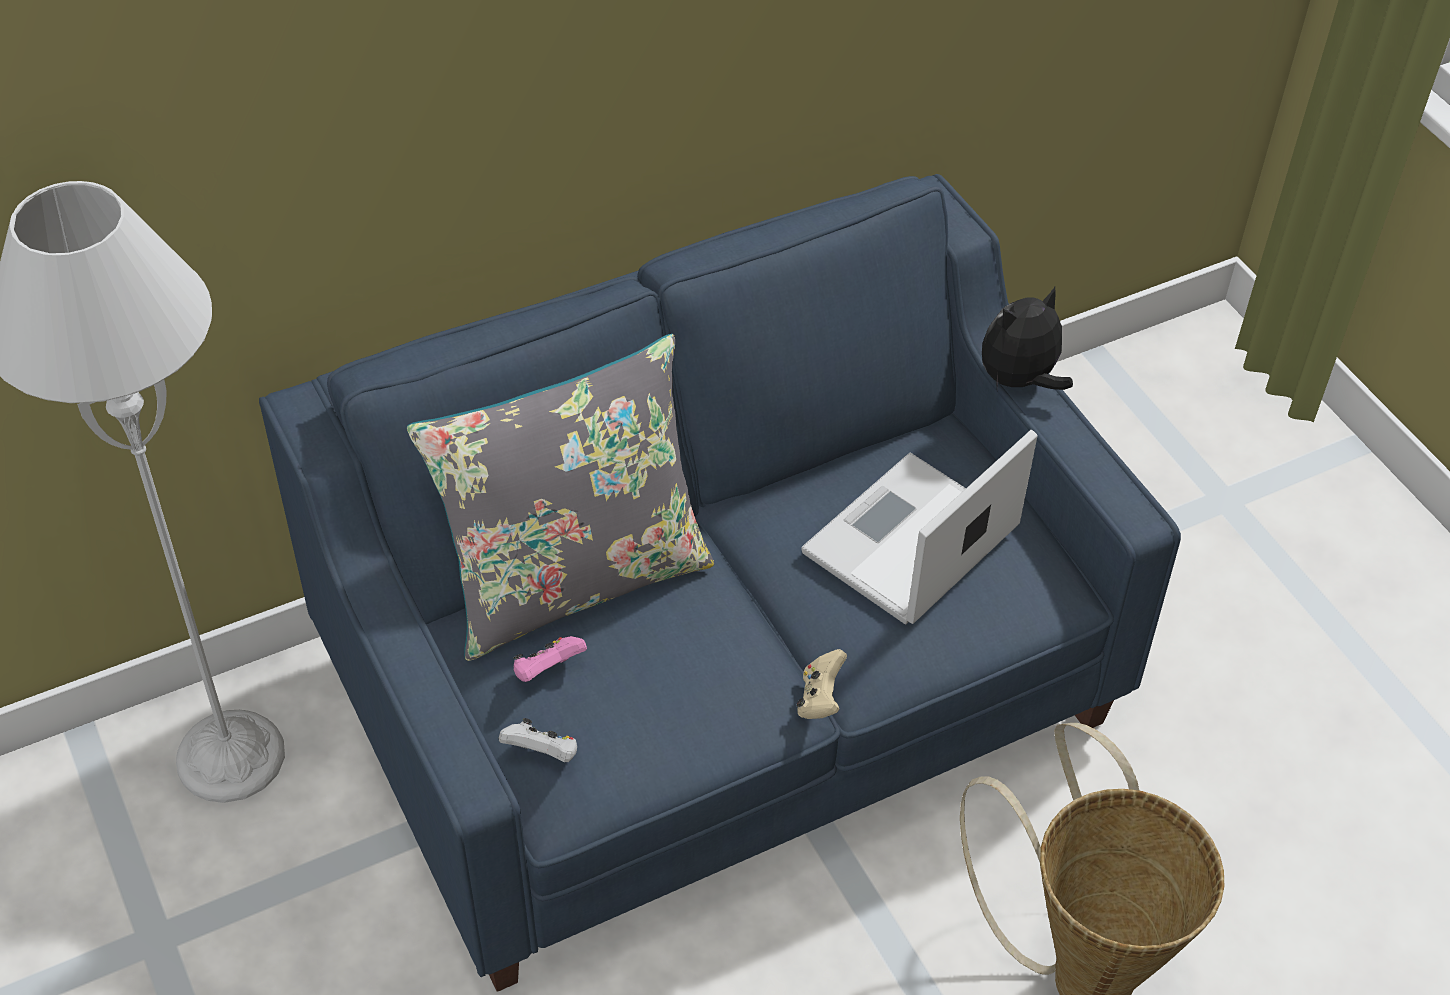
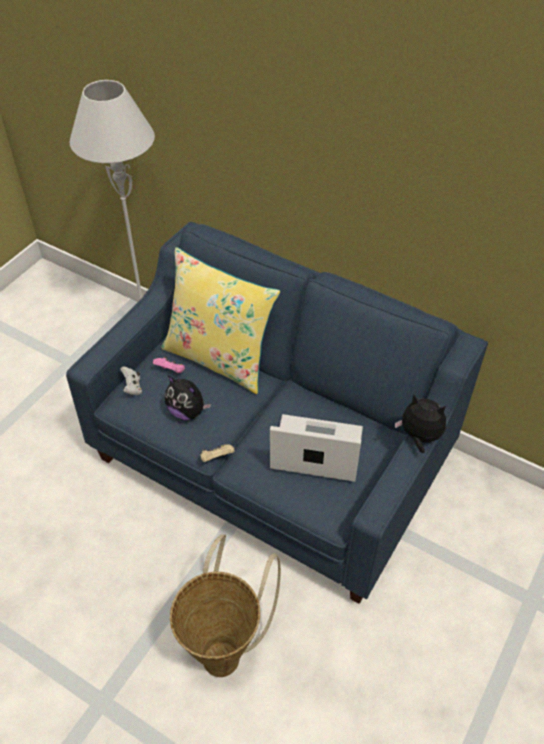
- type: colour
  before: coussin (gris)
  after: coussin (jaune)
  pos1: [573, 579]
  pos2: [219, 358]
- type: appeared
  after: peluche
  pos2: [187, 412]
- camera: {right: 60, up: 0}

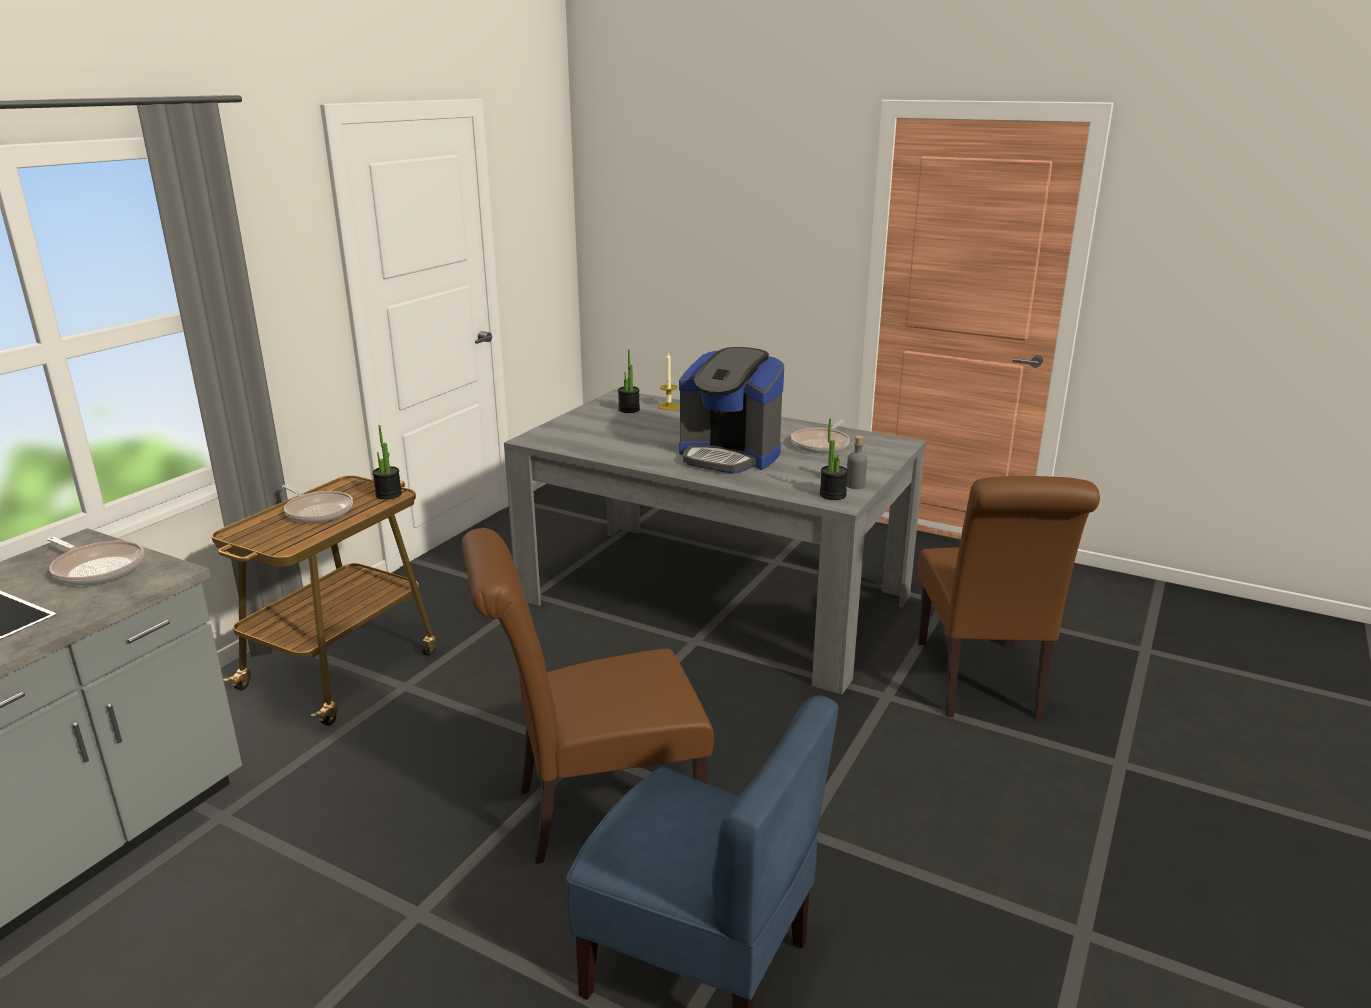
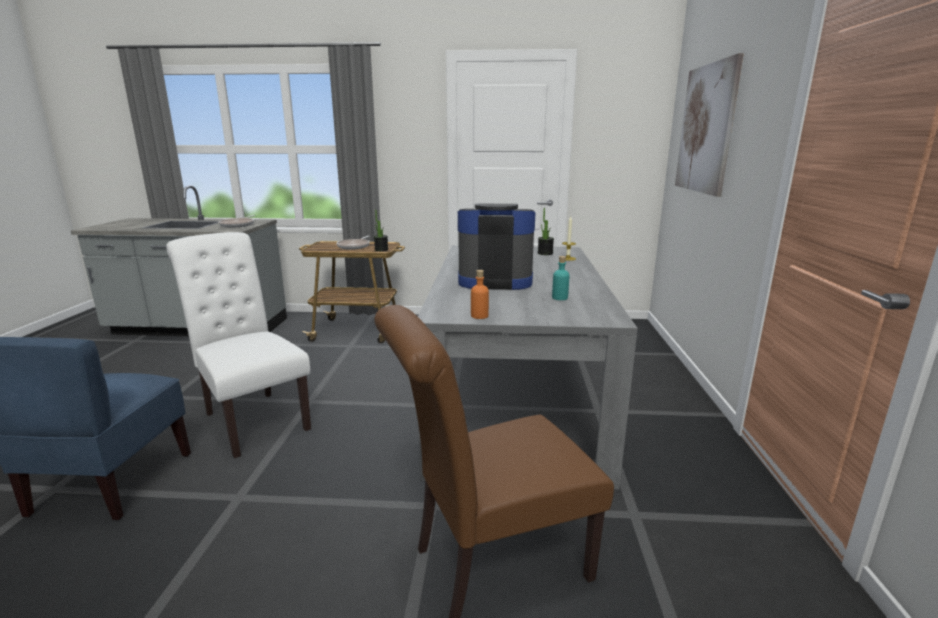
- type: spun
  before: machine à café
  pos1: [729, 455]
  pos2: [494, 280]
  turn: 90
- type: exchanged
  before: poêle
  after: bouteille (turquoise)
  pos1: [821, 444]
  pos2: [559, 298]
- type: missing
  before: plante en pot
  pos1: [832, 495]
- type: colour
  before: bouteille (gris)
  after: bouteille (orange)
  pos1: [855, 485]
  pos2: [479, 316]
- type: colour
  before: chaise (marron)
  after: chaise (blanc)
  pos1: [595, 811]
  pos2: [253, 418]
- type: appeared
  after: tableau
  pos2: [706, 129]
- camera: {right: 65, up: -5}

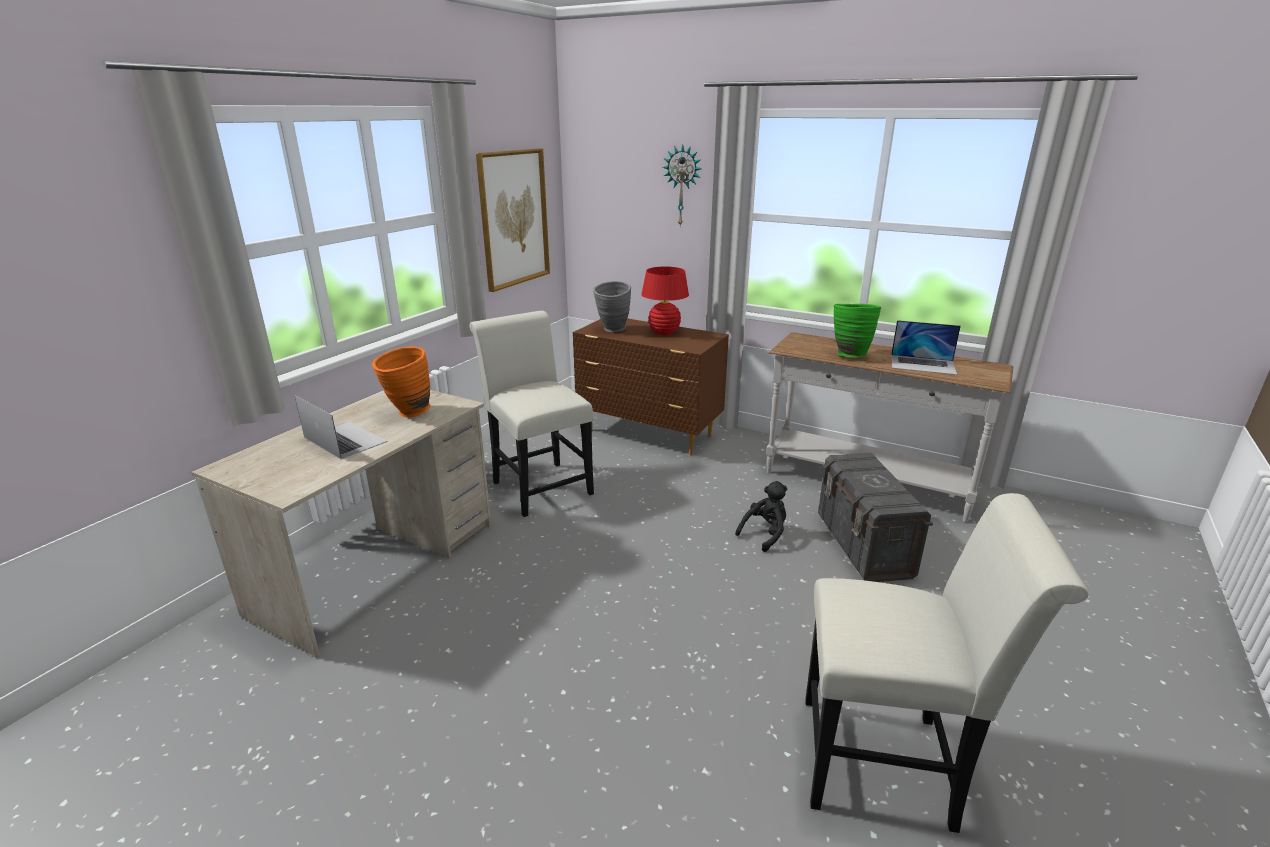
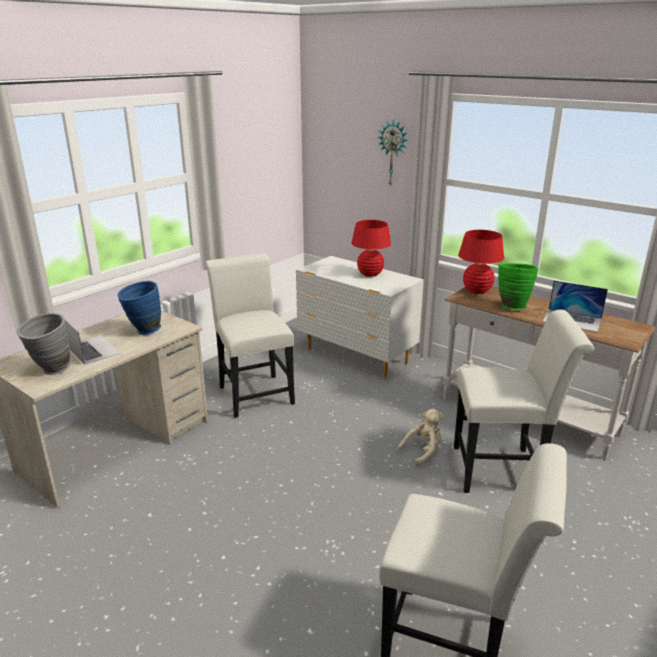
- type: missing
  before: tableau
  pos1: [514, 218]
- type: relocated
  before: vase (gris)
  pos1: [613, 330]
  pos2: [51, 371]
- type: colour
  before: commode (marron)
  after: commode (blanc)
  pos1: [650, 434]
  pos2: [357, 356]
- type: colour
  before: vase (orange)
  after: vase (bleu)
  pos1: [407, 414]
  pos2: [143, 332]
- type: exchanged
  before: boîte de rangement (gris)
  after: chaise (blanc)
  pos1: [863, 545]
  pos2: [503, 470]
- type: colour
  before: peluche (noir)
  after: peluche (beige)
  pos1: [765, 534]
  pos2: [423, 451]
- type: appeared
  after: lampe de table (rouge)
  pos2: [477, 291]
- camera: {right: 10, up: 0}

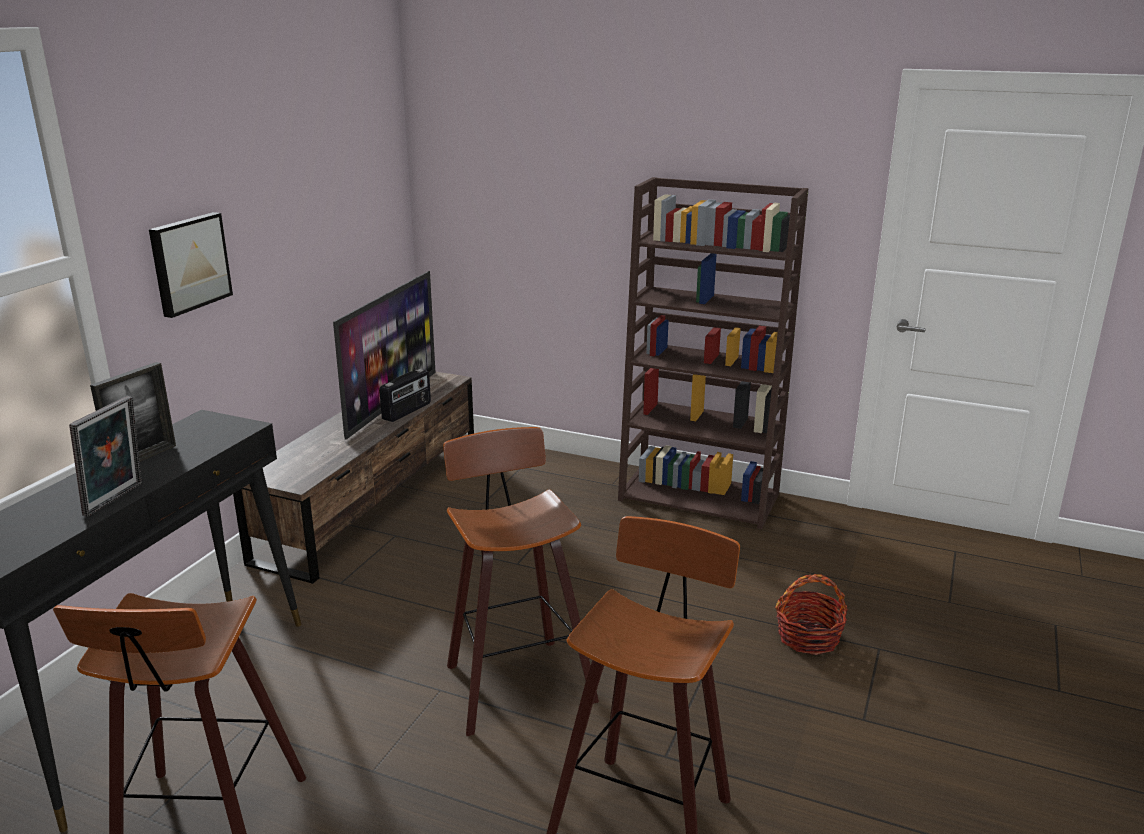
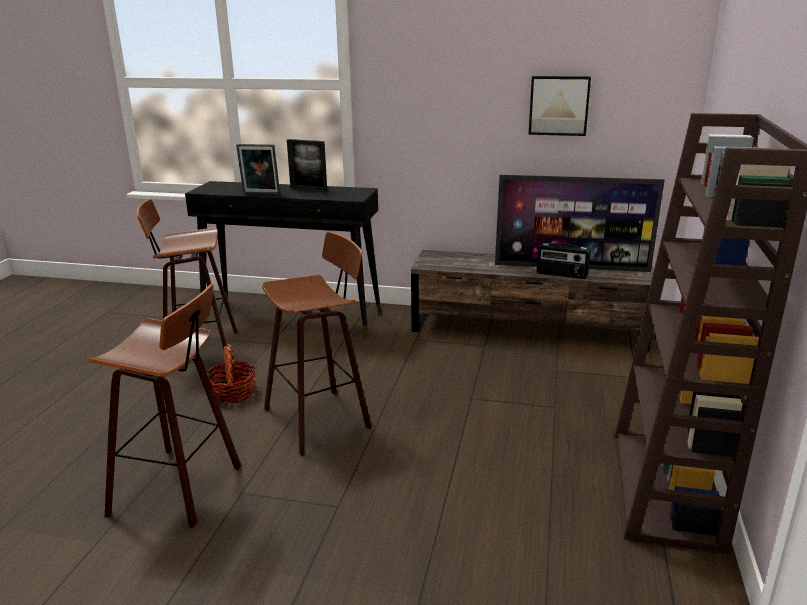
- type: relocated
  before: tableau
  pos1: [189, 263]
  pos2: [559, 105]
- type: relocated
  before: panier
  pos1: [808, 637]
  pos2: [233, 393]
- camera: {right: 80, up: 0}

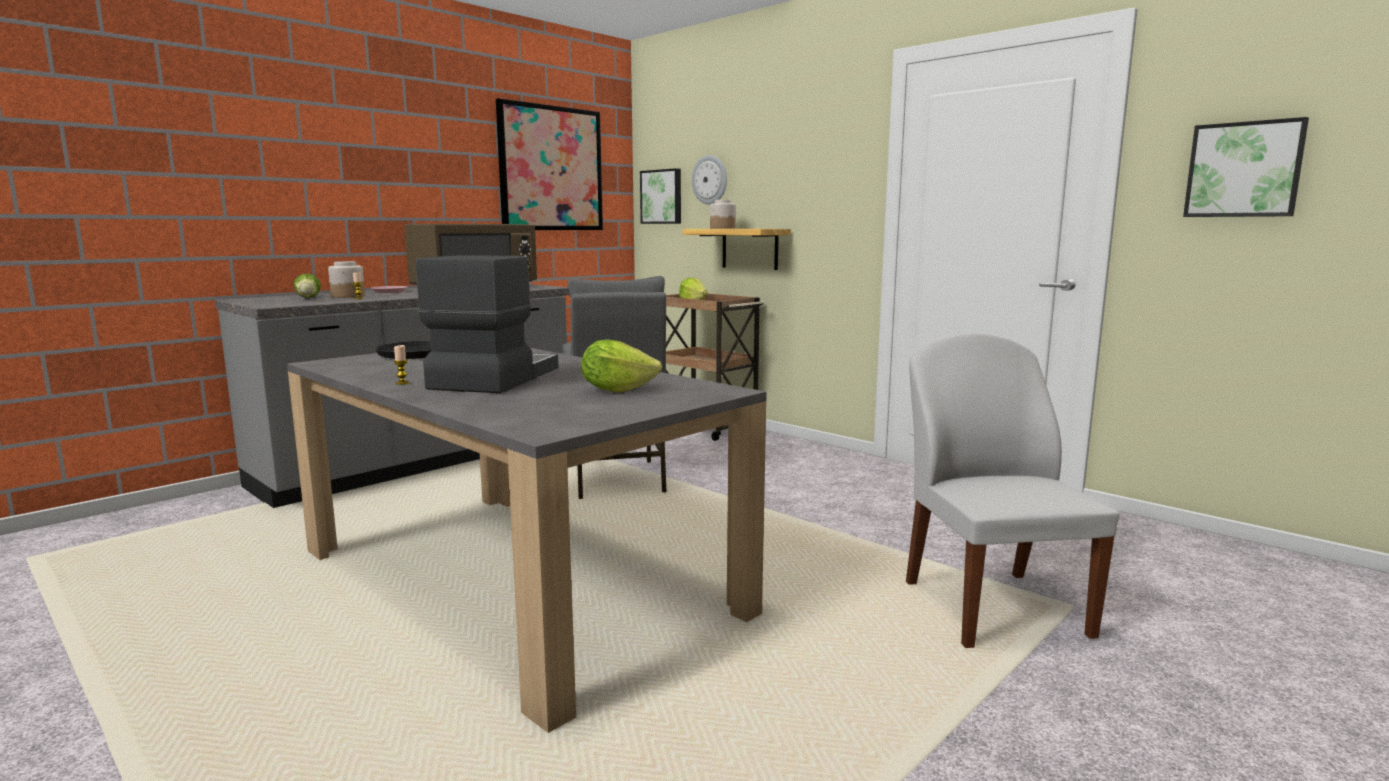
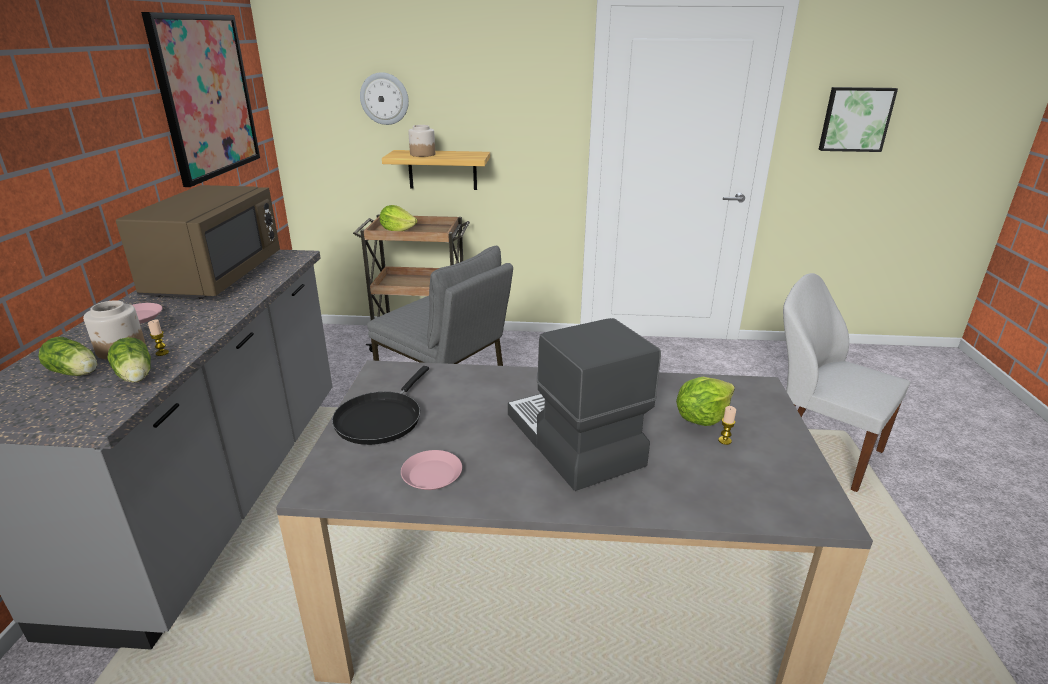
- type: missing
  before: tableau
  pos1: [662, 197]
- type: relocated
  before: bougie
  pos1: [402, 383]
  pos2: [724, 440]
- type: appeared
  after: laitue
  pos2: [136, 377]
- type: appeared
  after: assiette (rose)
  pos2: [431, 475]
- camera: {right: -40, up: 15}

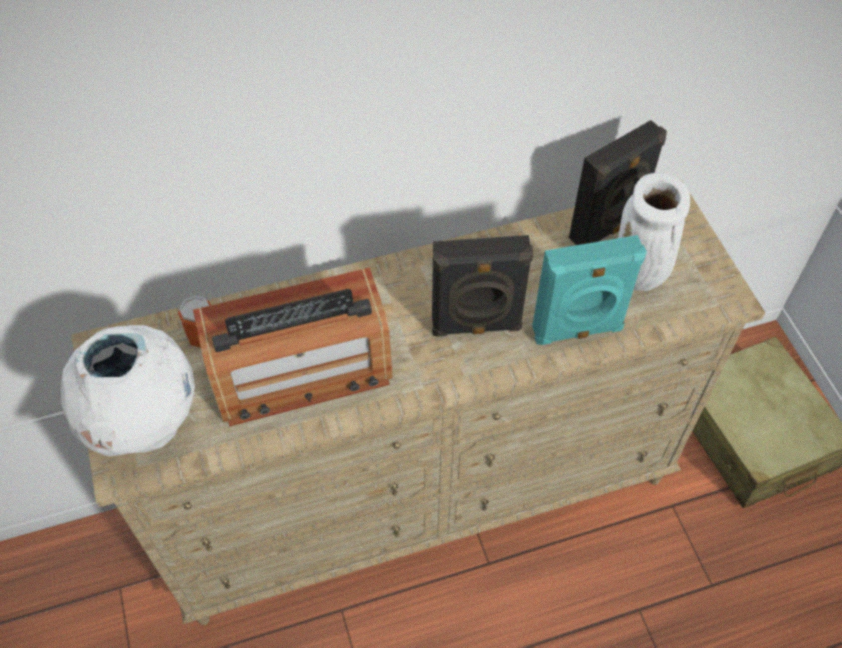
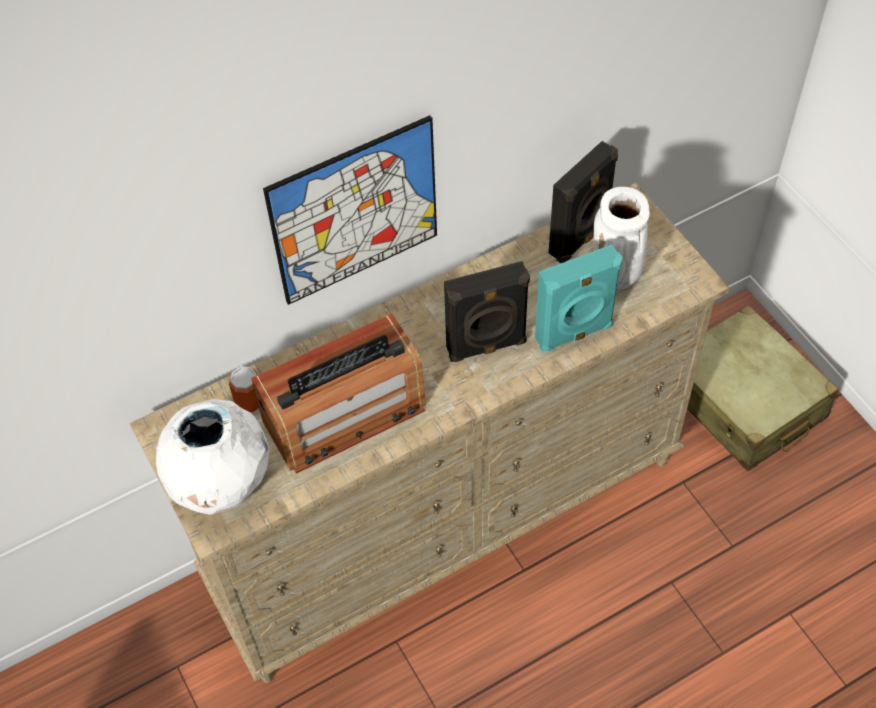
- type: appeared
  after: tableau
  pos2: [355, 212]
- camera: {right: -10, up: 0}

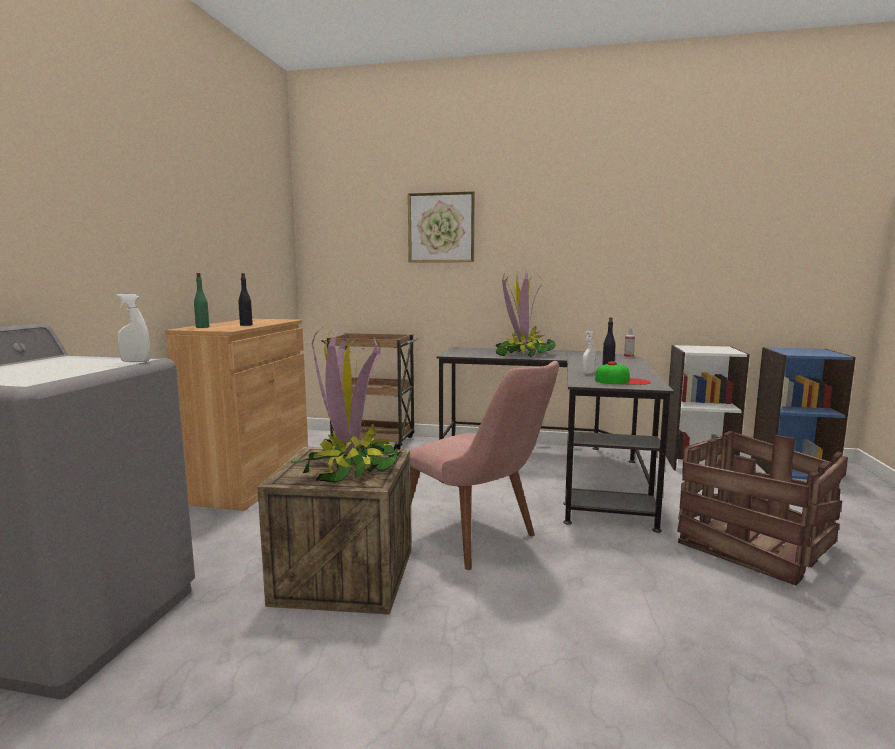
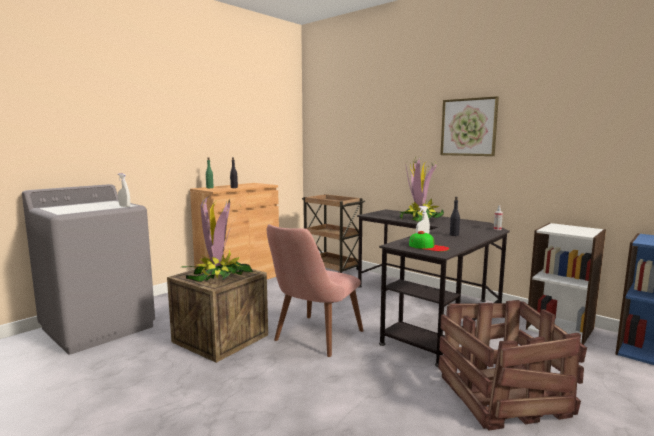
- type: relocated
  before: tableau
  pos1: [441, 227]
  pos2: [468, 127]
- type: spun
  before: chaise (rose)
  pos1: [480, 540]
  pos2: [312, 339]
  turn: 45
- camera: {right: 30, up: 0}

